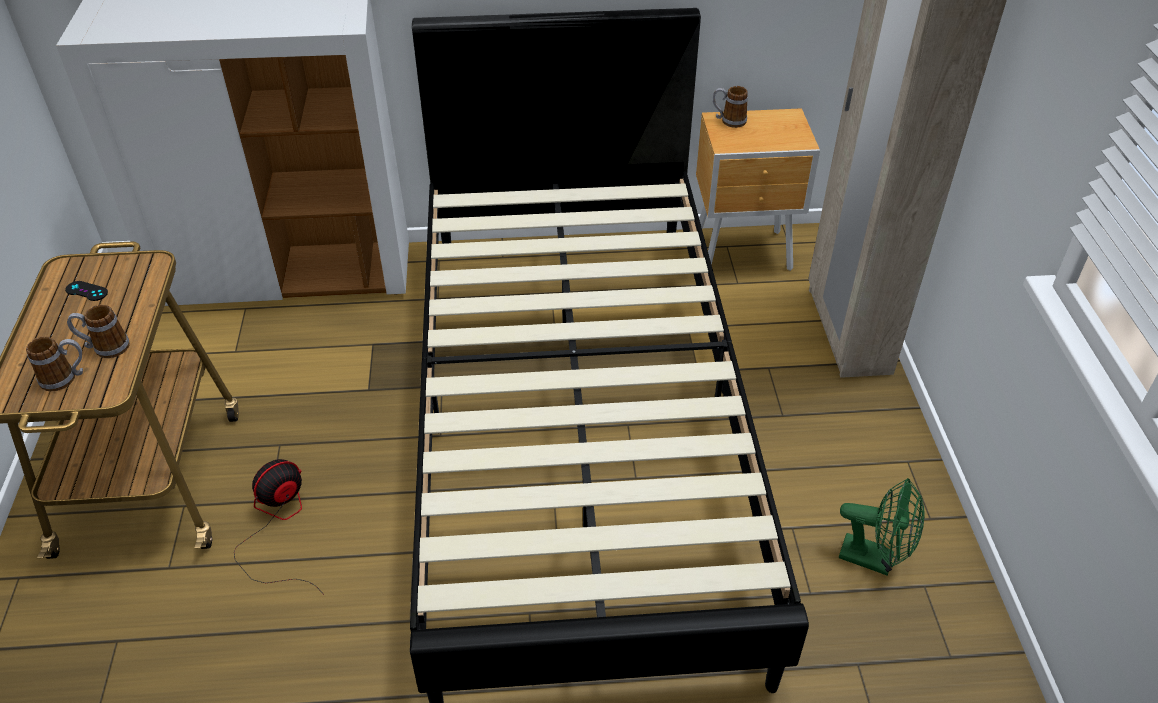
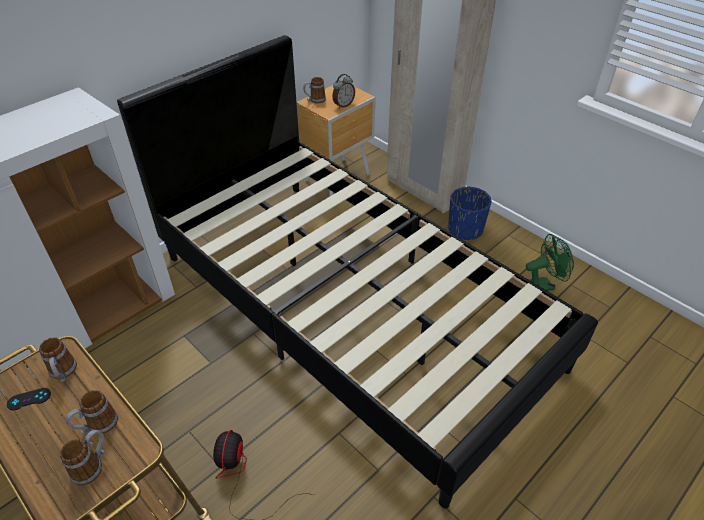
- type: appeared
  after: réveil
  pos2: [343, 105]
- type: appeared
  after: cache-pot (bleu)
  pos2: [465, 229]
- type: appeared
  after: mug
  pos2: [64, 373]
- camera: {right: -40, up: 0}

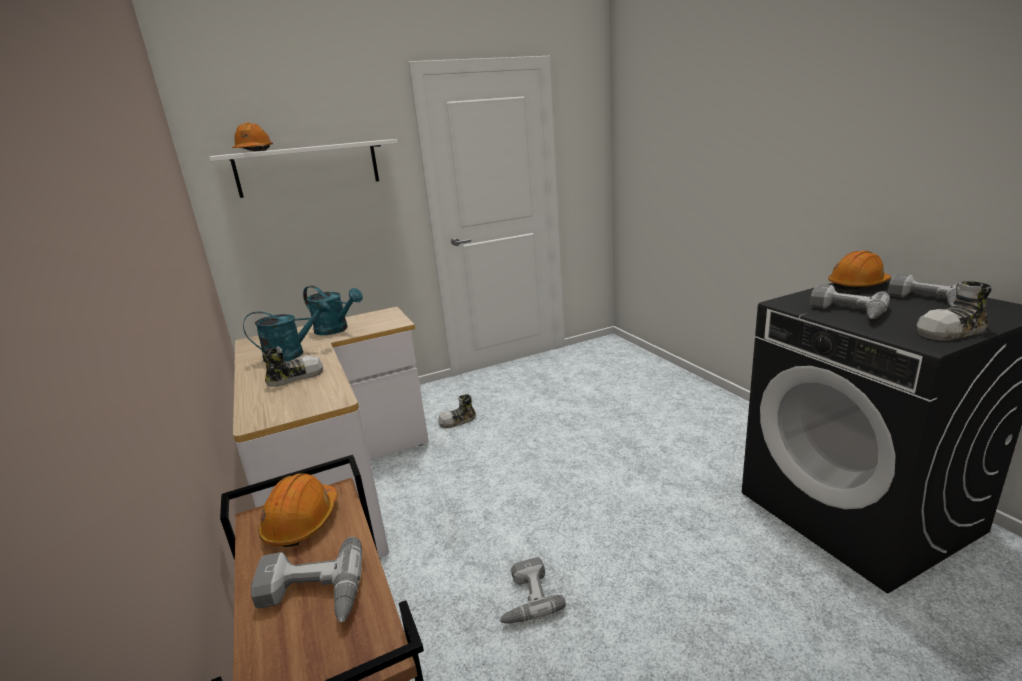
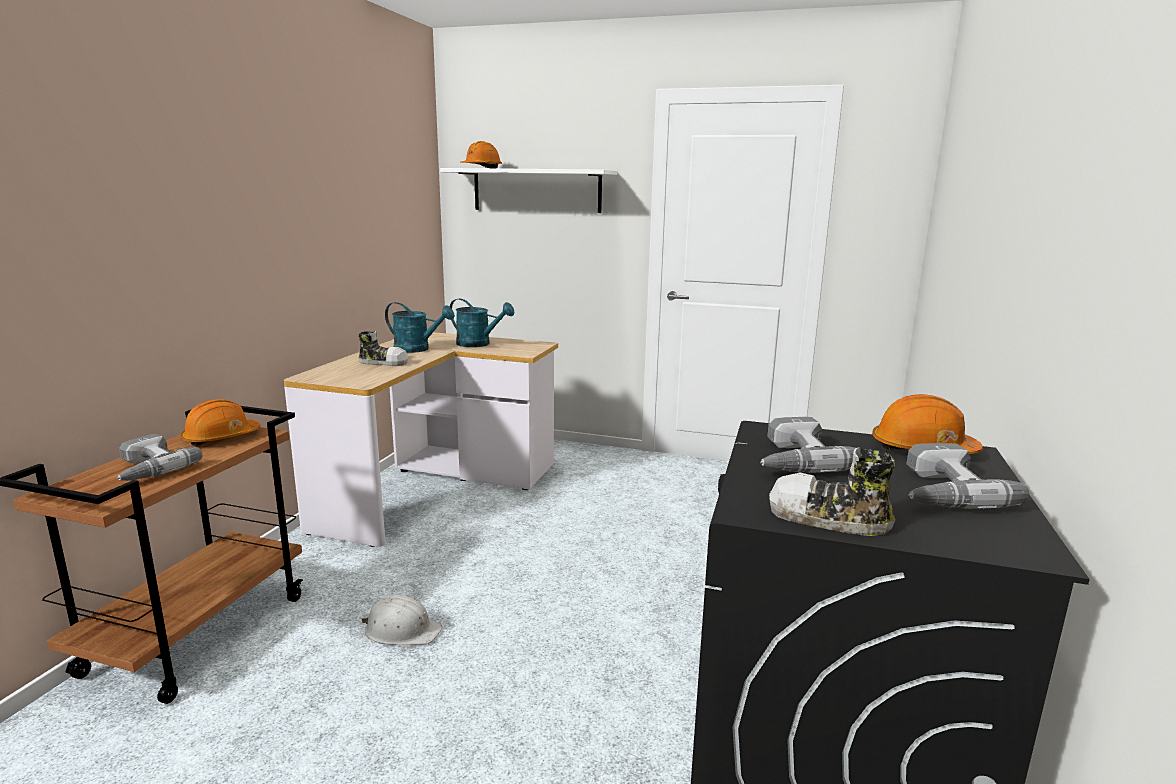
- type: spun
  before: arrosoir (turquoise)
  pos1: [336, 330]
  pos2: [479, 344]
  turn: -45
- type: missing
  before: chaussure
  pos1: [457, 421]
- type: exchanged
  before: perceuse
  after: casque de chantier (blanc)
  pos1: [525, 598]
  pos2: [402, 630]
- camera: {right: 40, up: -5}

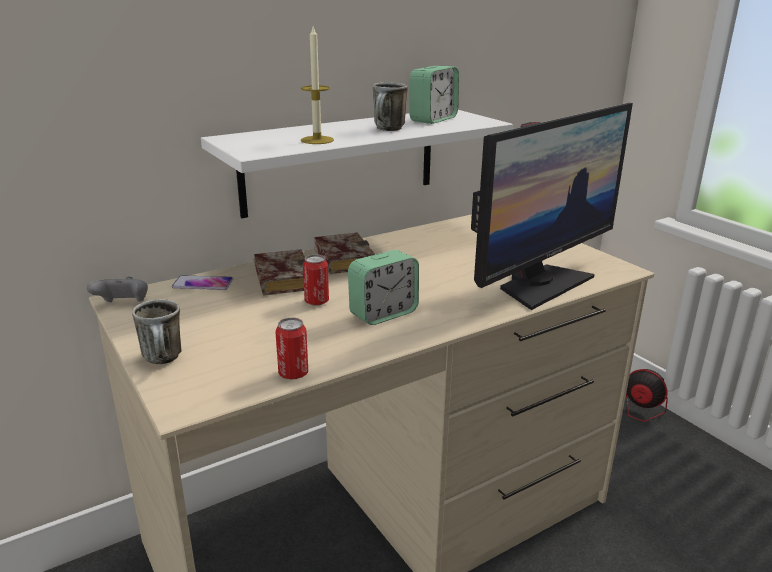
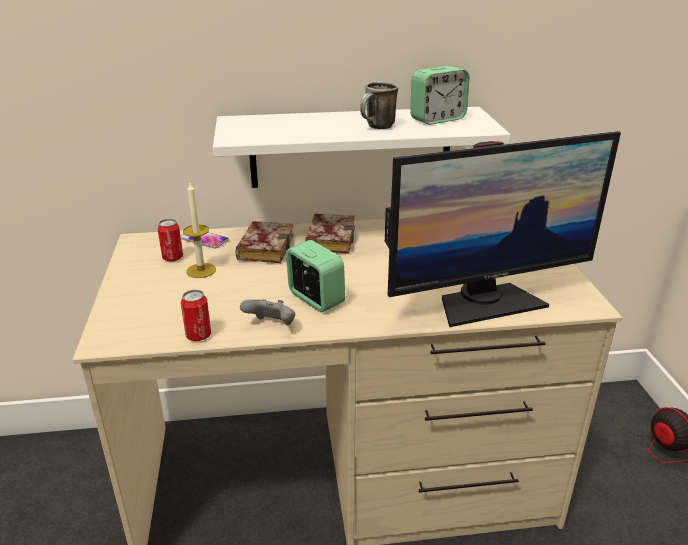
- type: relocated
  before: bougie
  pos1: [317, 140]
  pos2: [201, 270]
- type: spun
  before: réveil
  pos1: [383, 313]
  pos2: [315, 299]
  turn: -120
- type: relocated
  before: boîte métallique
  pos1: [316, 301]
  pos2: [173, 258]
- type: relocated
  before: manette (gris)
  pos1: [123, 305]
  pos2: [271, 325]
- type: missing
  before: mug
  pos1: [165, 360]
- camera: {right: 25, up: 5}

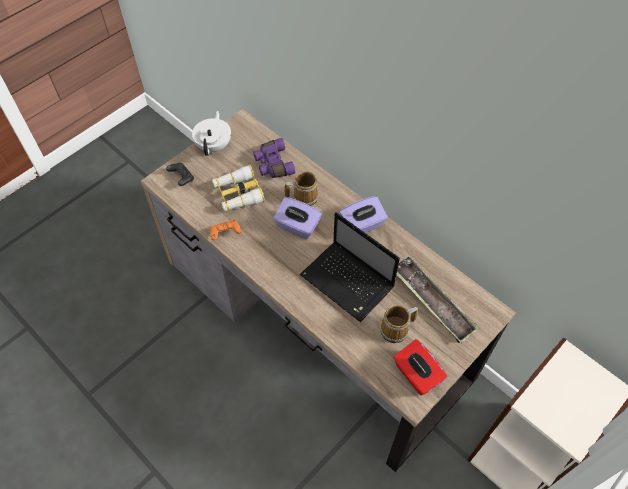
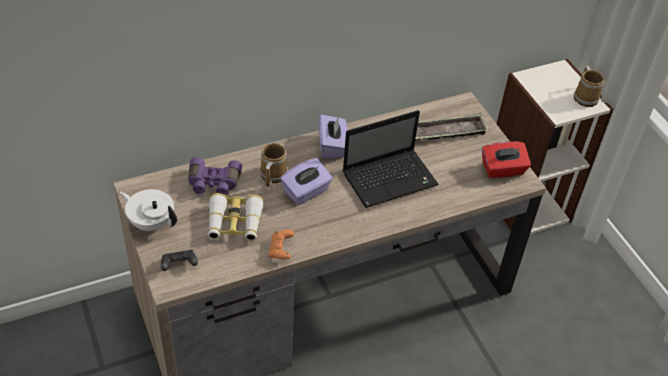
- type: relocated
  before: mug
  pos1: [396, 330]
  pos2: [586, 97]
- camera: {right: -70, up: -10}

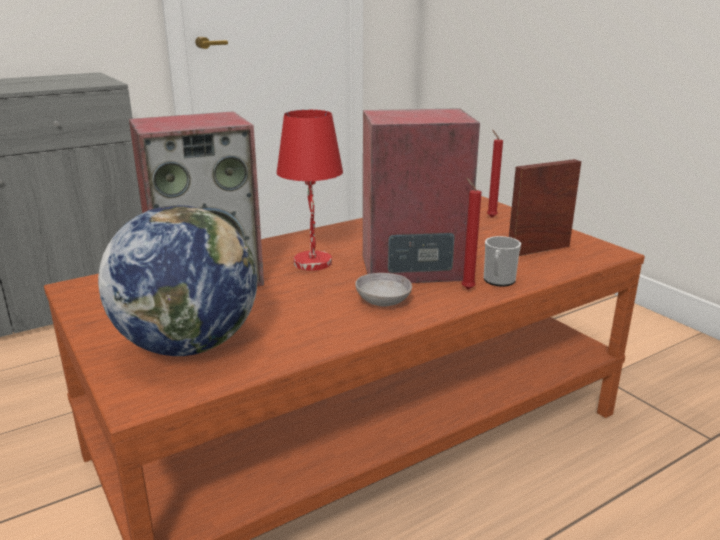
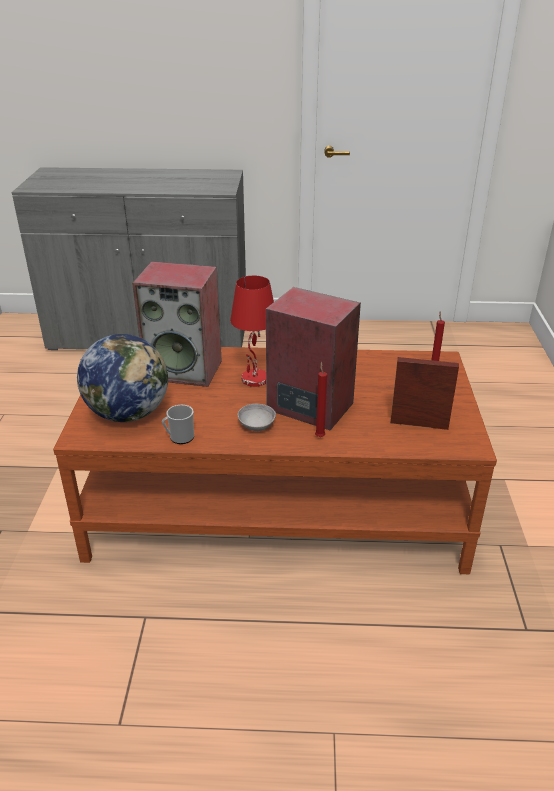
- type: relocated
  before: mug
  pos1: [498, 281]
  pos2: [179, 438]
- camera: {right: 35, up: 10}

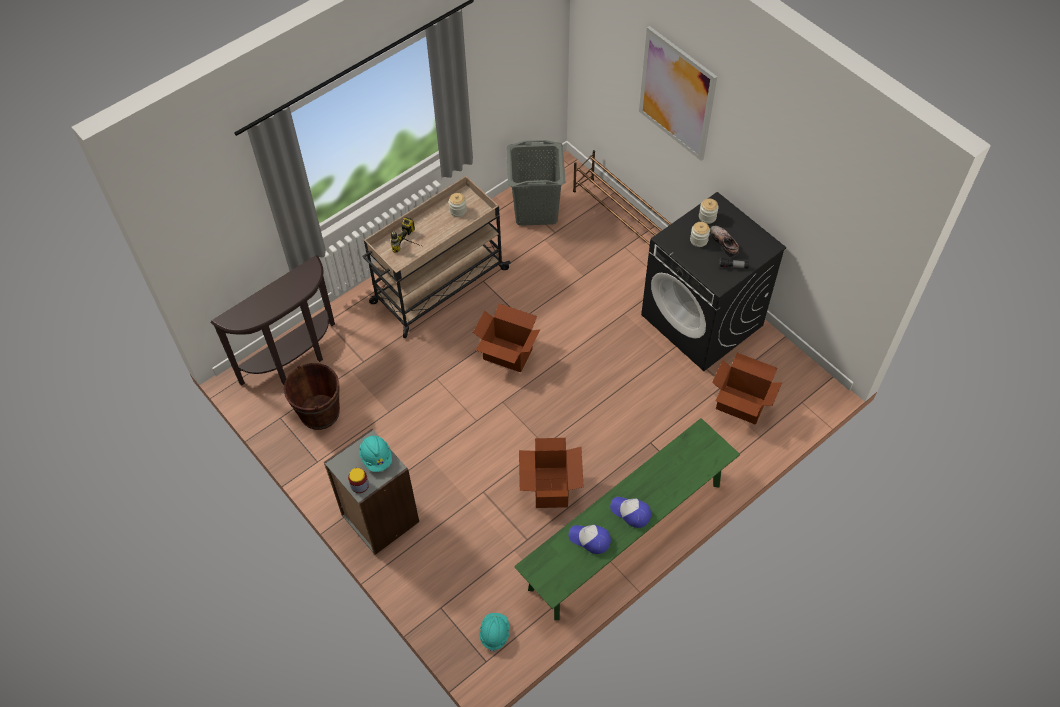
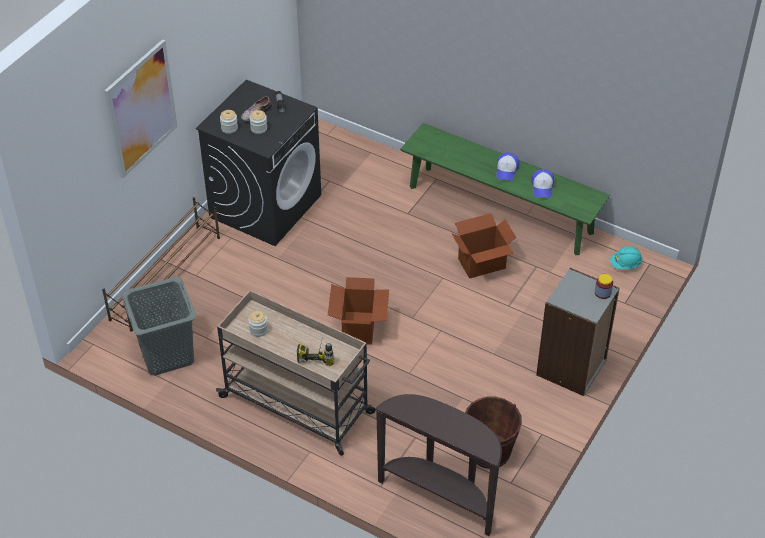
- type: missing
  before: carton
  pos1: [740, 405]
- type: missing
  before: casque de chantier (turquoise)
  pos1: [376, 458]
- camera: {right: -110, up: -10}

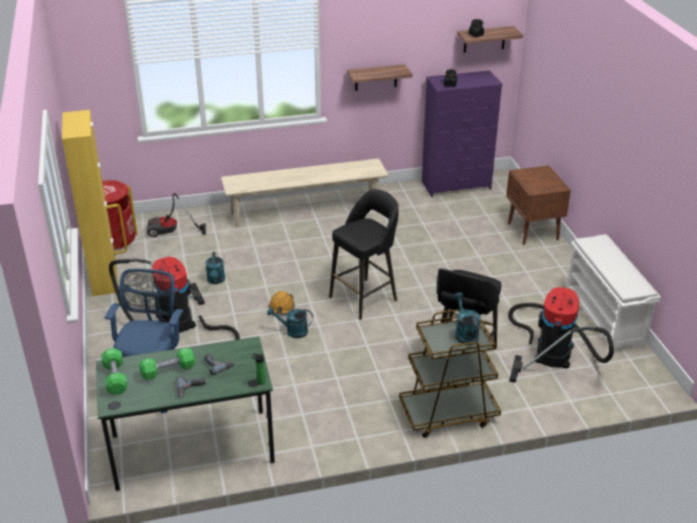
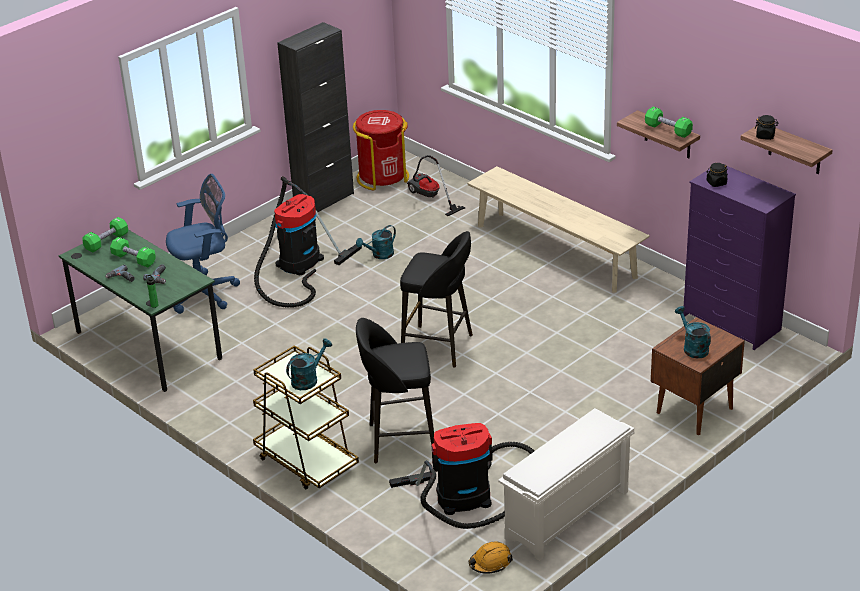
- type: colour
  before: meuble de rangement (jaune)
  after: meuble de rangement (noir)
  pos1: [104, 278]
  pos2: [324, 200]
- type: relocated
  before: casque de chantier (orange)
  pos1: [281, 307]
  pos2: [490, 563]
- type: relocated
  before: arrosoir (turquoise)
  pos1: [293, 331]
  pos2: [692, 347]
- type: appeared
  after: haltère (vert)
  pos2: [668, 130]
- camera: {right: 60, up: 0}

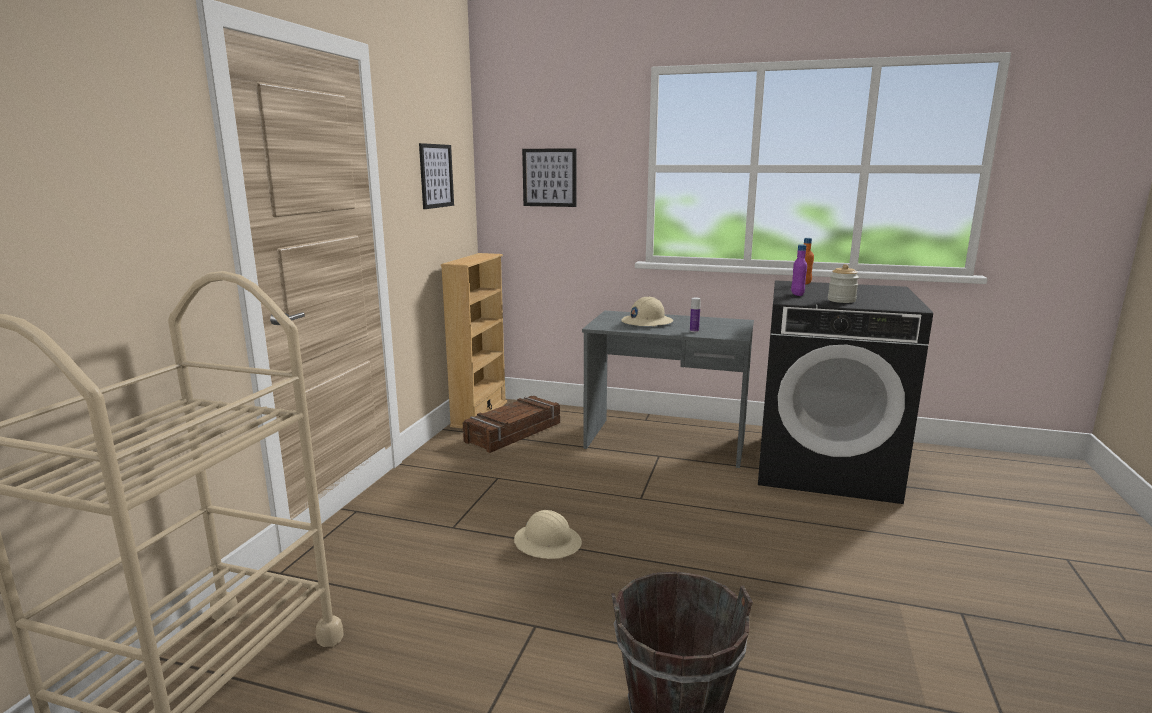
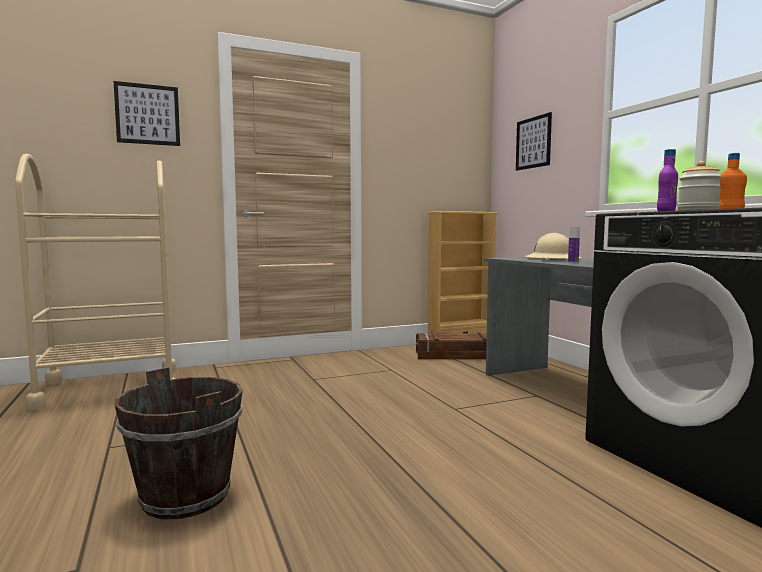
- type: relocated
  before: tableau
  pos1: [436, 176]
  pos2: [147, 114]
- type: missing
  before: casque de chantier (beige)
  pos1: [547, 542]
- camera: {right: 50, up: -10}

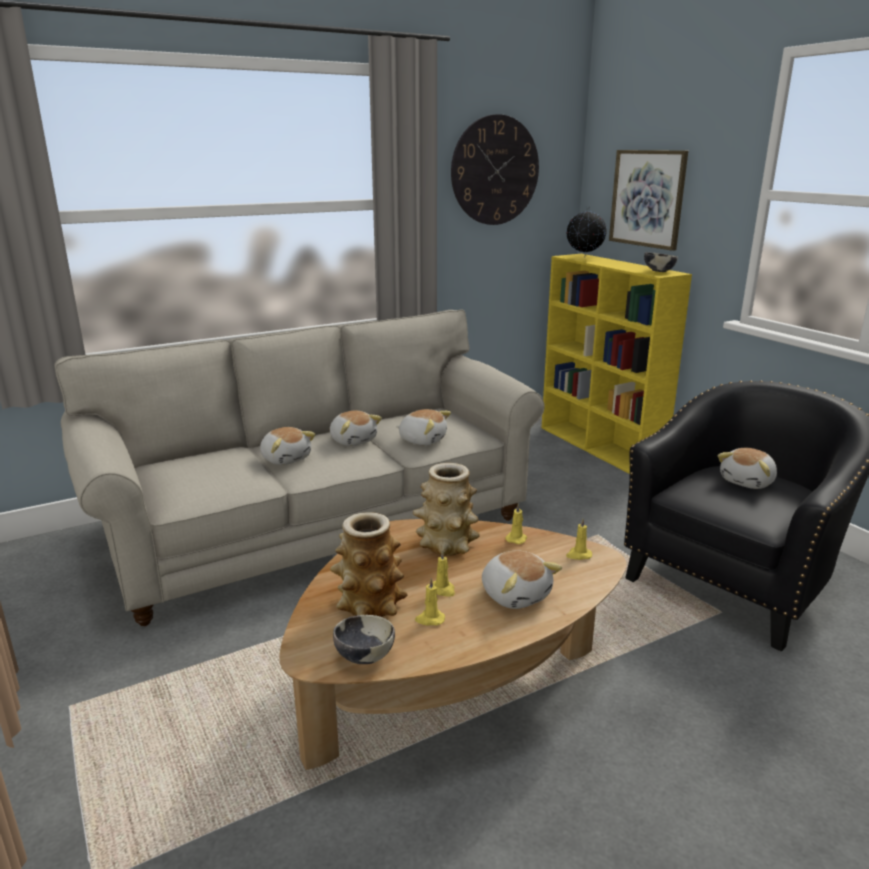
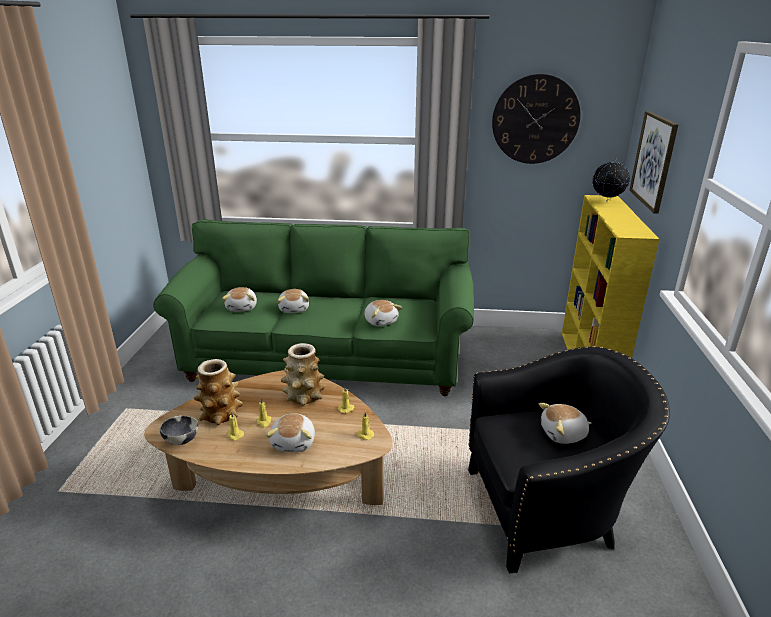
- type: missing
  before: bol
  pos1: [658, 271]
- type: colour
  before: canapé (beige)
  after: canapé (vert)
  pos1: [319, 530]
  pos2: [327, 359]
- type: relocated
  before: peluche
  pos1: [353, 440]
  pos2: [242, 307]
- camera: {right: 35, up: 5}

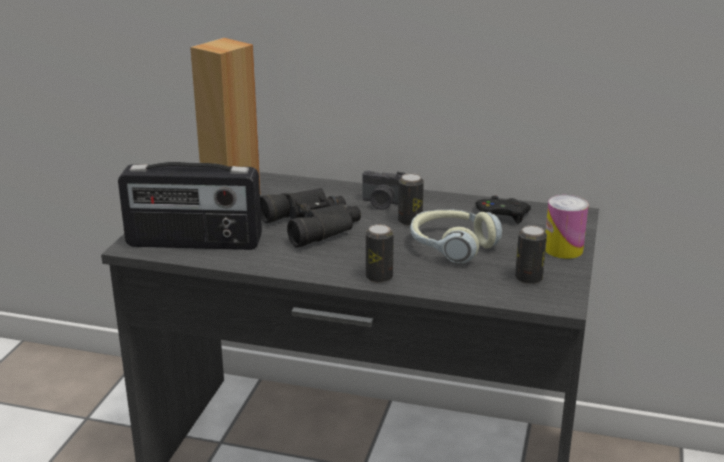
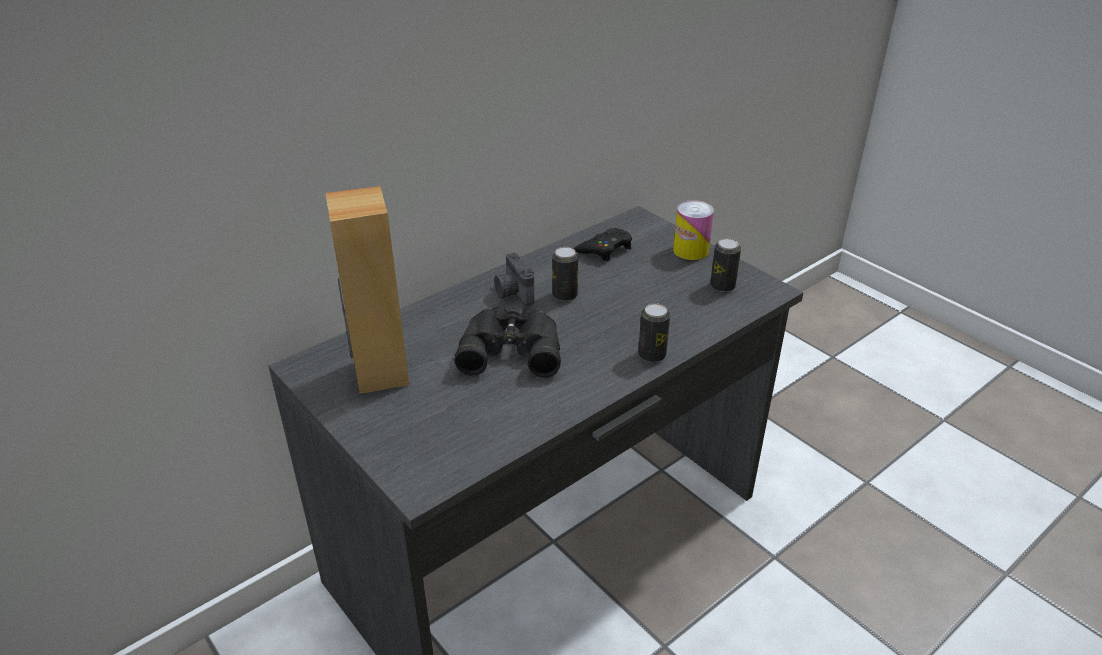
- type: missing
  before: radio
  pos1: [194, 243]
- type: spun
  before: appareil photo
  pos1: [383, 203]
  pos2: [513, 293]
  turn: 105
- type: missing
  before: casque audio
  pos1: [451, 246]
- camera: {right: -55, up: 10}

